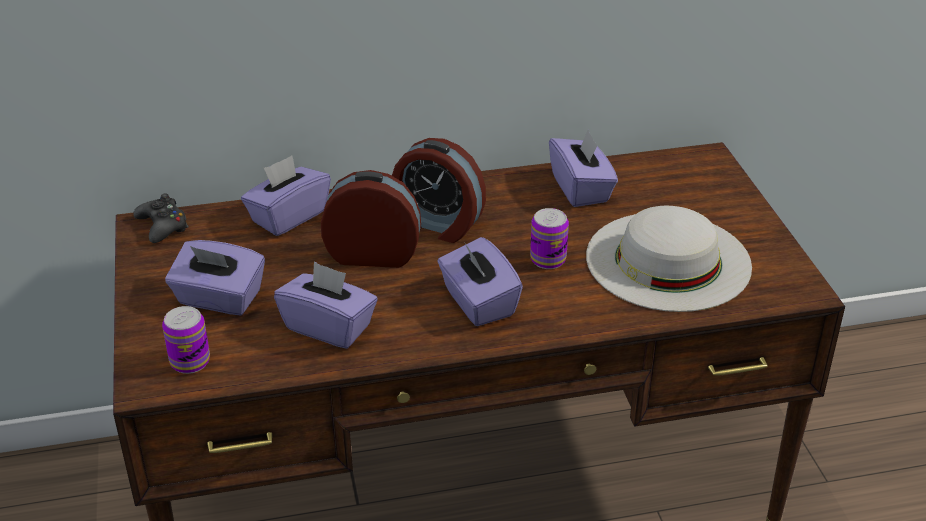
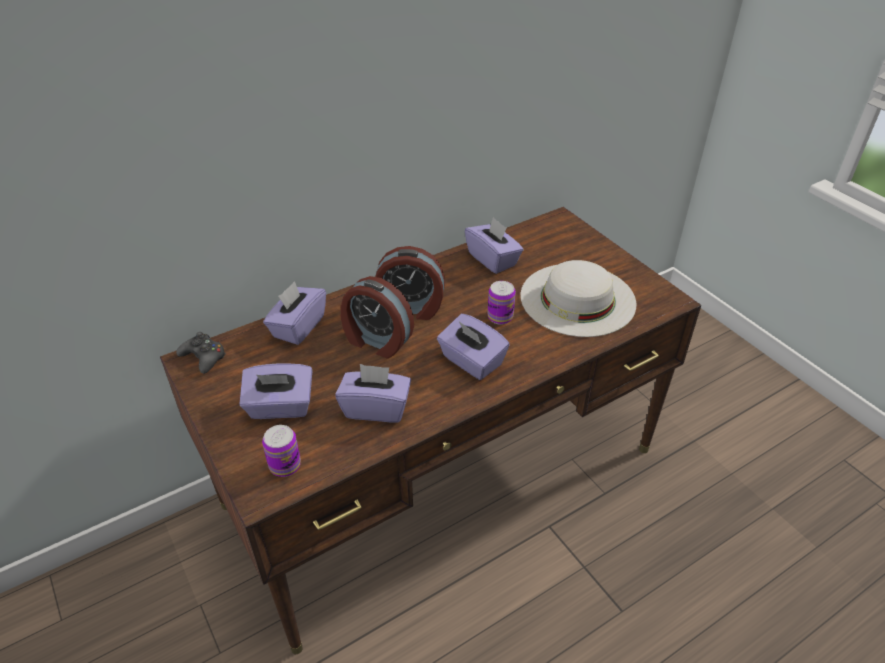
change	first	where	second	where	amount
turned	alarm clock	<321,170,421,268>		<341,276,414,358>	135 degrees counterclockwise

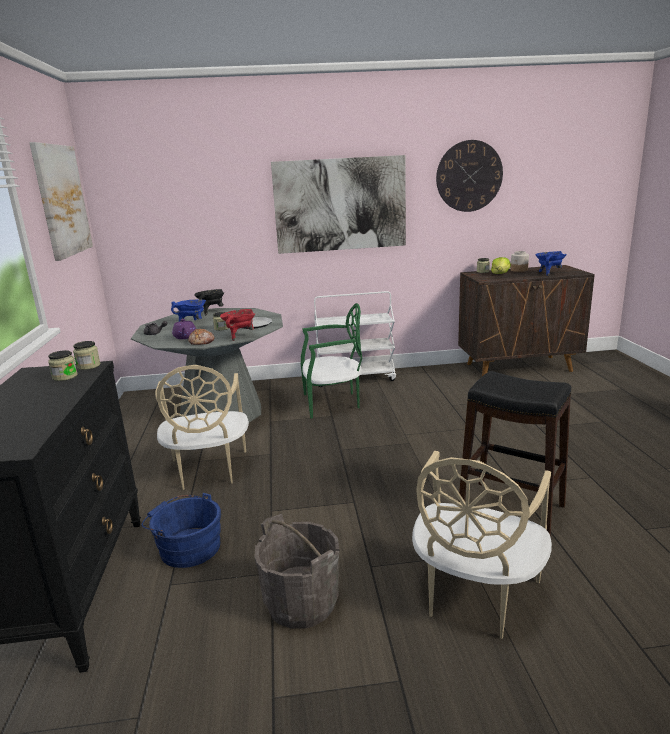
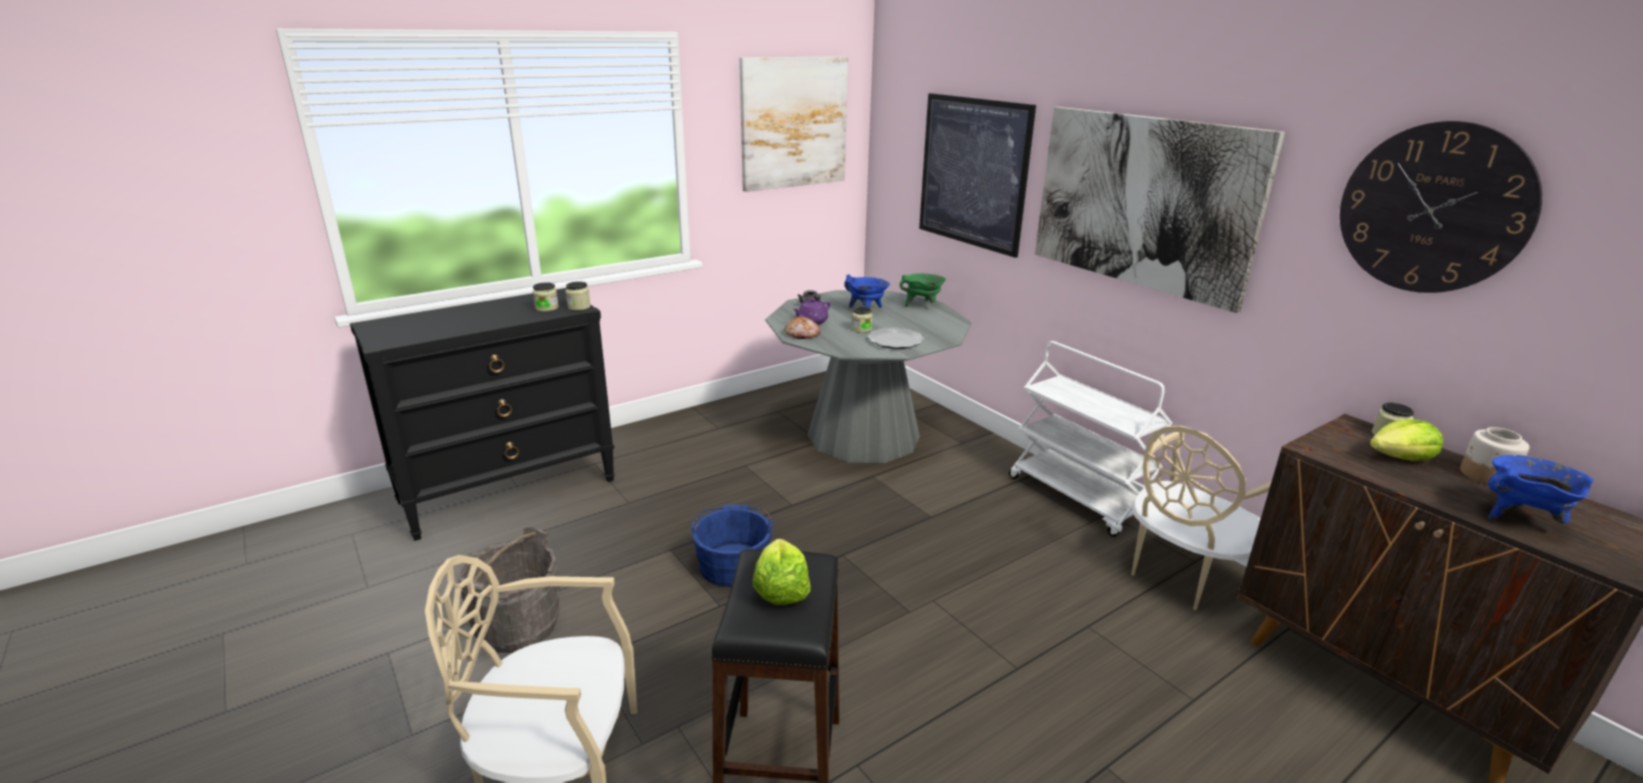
change	first	where	second	where	amount
moved	blue bucket	<142,493,221,568>		<691,505,774,587>	
added			lettuce	<753,539,811,605>	
recoloured	black cooking pot	<194,289,224,316>	green cooking pot	<900,273,946,307>	
added			picture	<919,93,1036,258>	
moved	beige chair	<155,365,249,490>		<1131,426,1272,610>	
removed	red cooking pot	<220,309,255,341>			
removed	green chair	<301,303,362,419>			

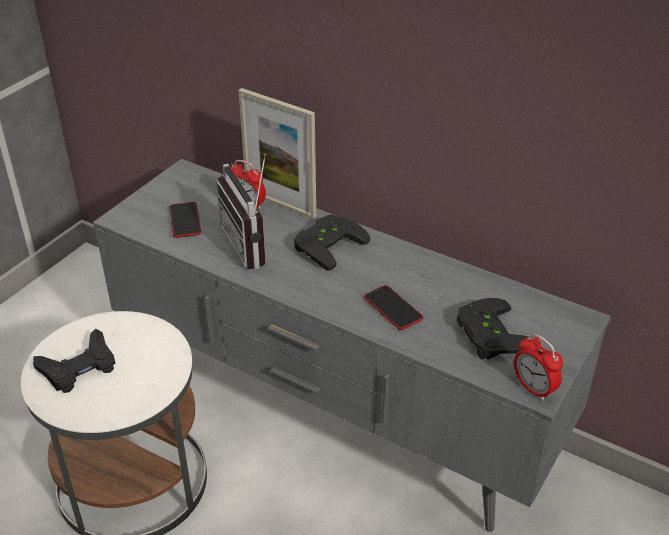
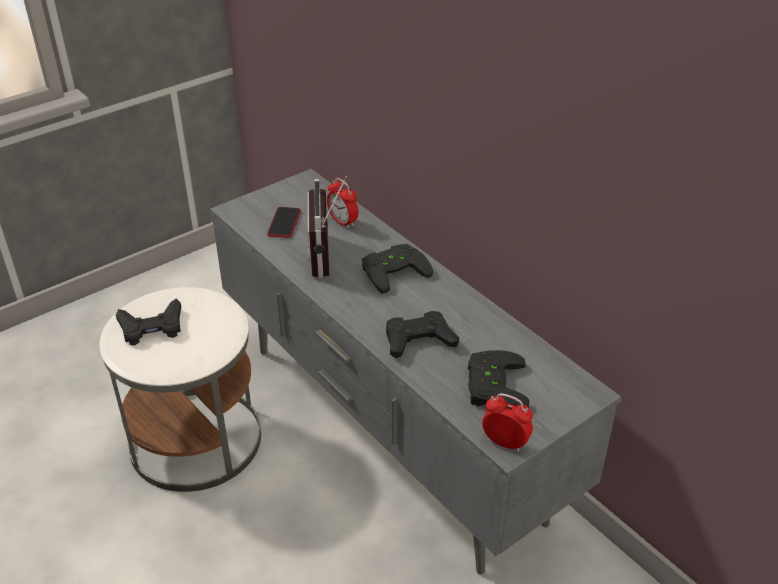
change	first	where	second	where	amount
replaced	phone	<364,285,423,330>	black game controller	<386,311,459,358>	
turned	alarm clock	<514,334,563,401>		<482,393,533,452>	135 degrees clockwise
removed	picture frame	<238,88,316,219>			

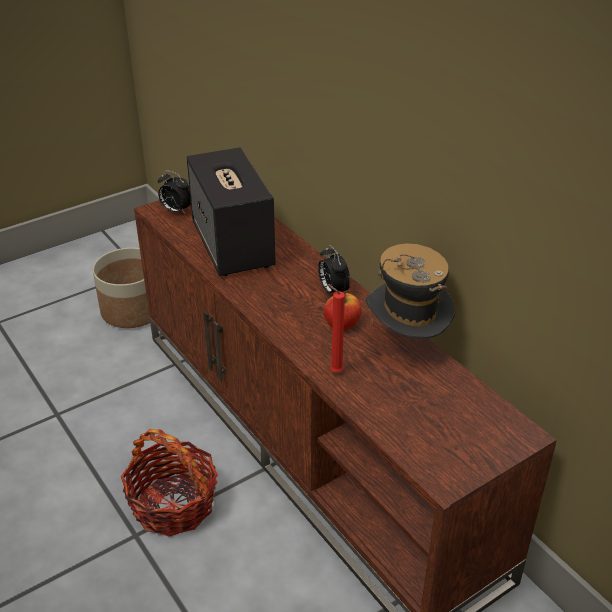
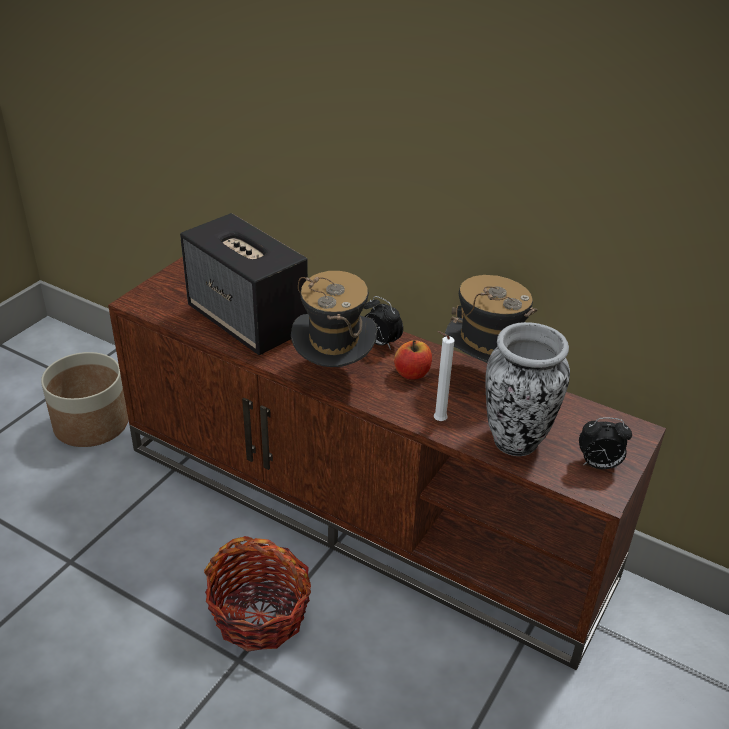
change	first	where	second	where	amount
added			hat	<291,271,377,367>	
recoloured	red candle	<327,284,345,372>	white candle	<434,331,454,421>	
added			vase	<486,322,570,456>	
moved	alarm clock	<158,170,191,214>		<579,417,632,469>	

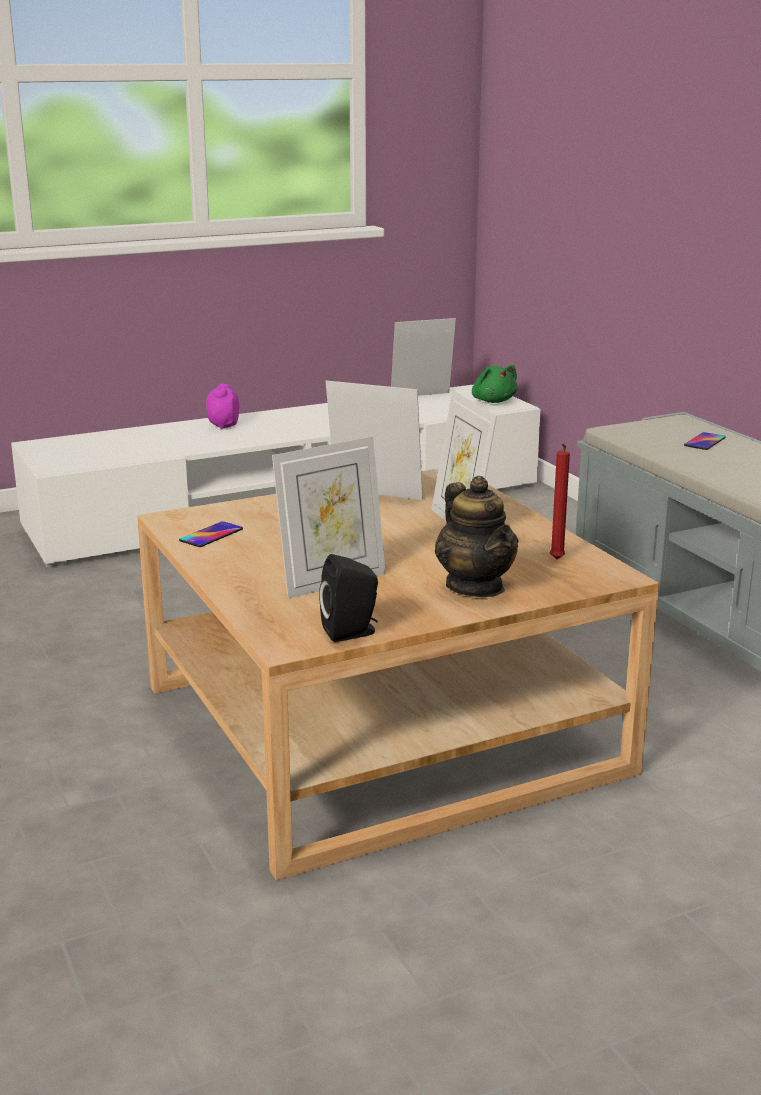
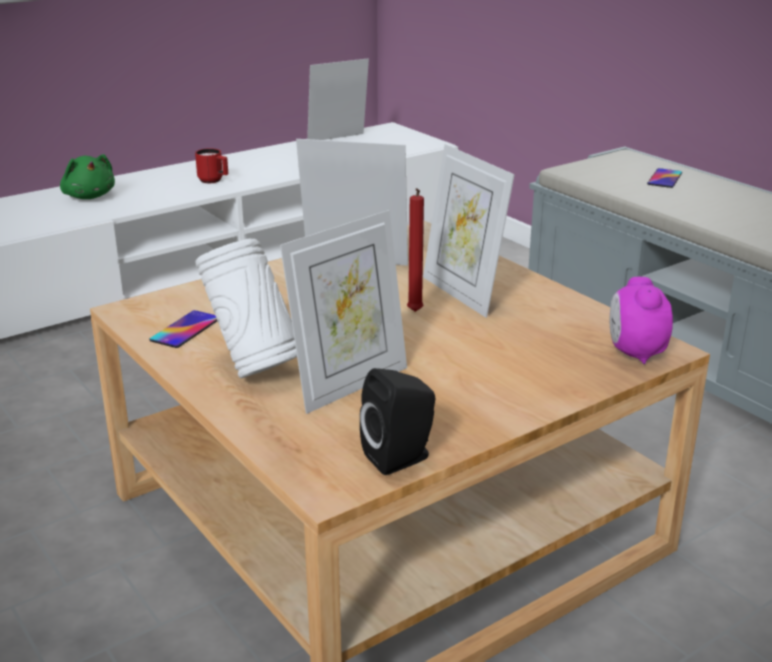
change	first	where	second	where	amount
moved	green plush toy	<472,365,518,403>		<60,154,115,199>	
added			red mug	<195,148,228,183>	
added			white vase	<195,239,297,378>	
moved	red candle	<550,443,570,559>		<407,188,424,312>	
moved	alarm clock	<206,384,239,430>		<609,277,673,364>	
removed	teapot	<435,476,518,597>			

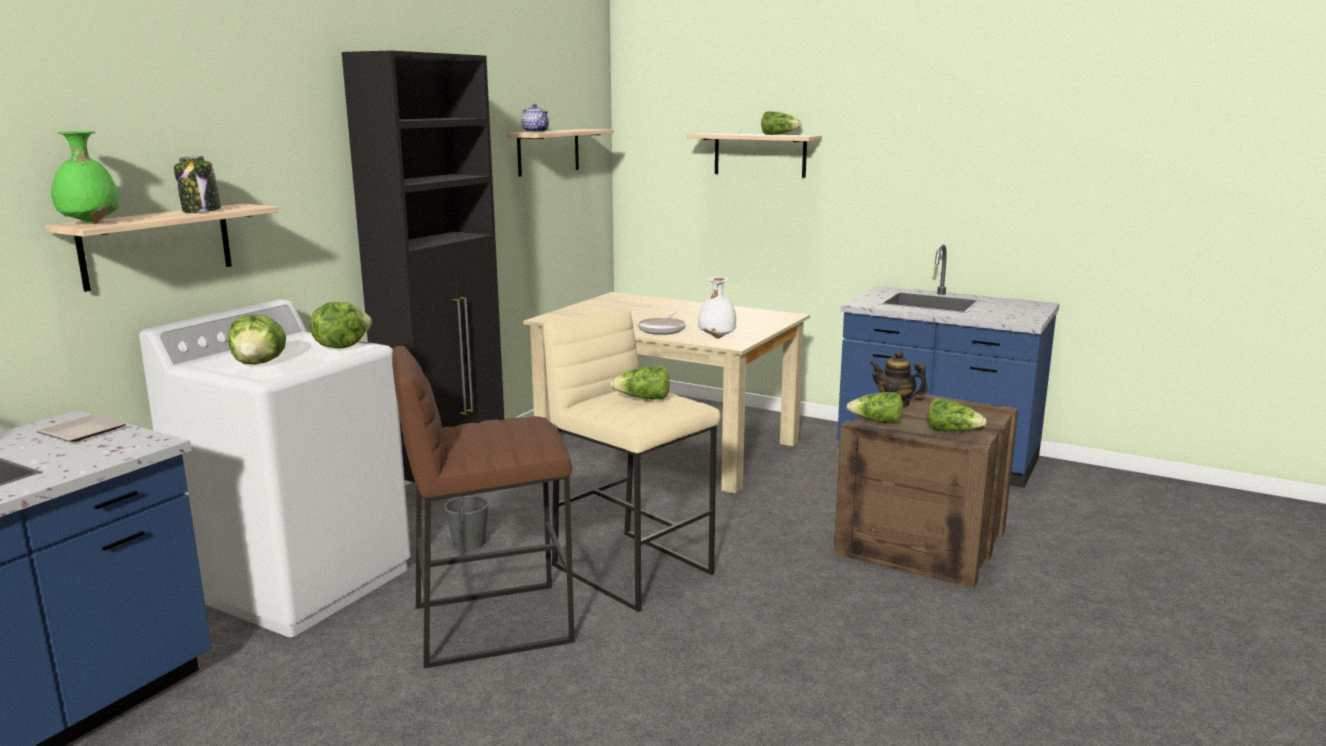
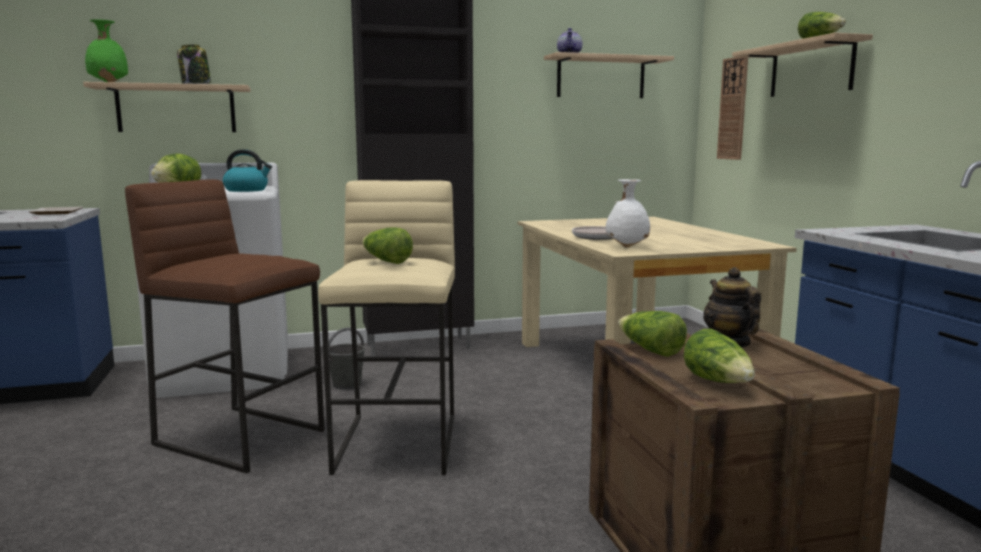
change	first	where	second	where	amount
replaced	lettuce	<310,302,372,349>	kettle	<223,149,272,192>	
added			wall clock	<717,57,748,160>	

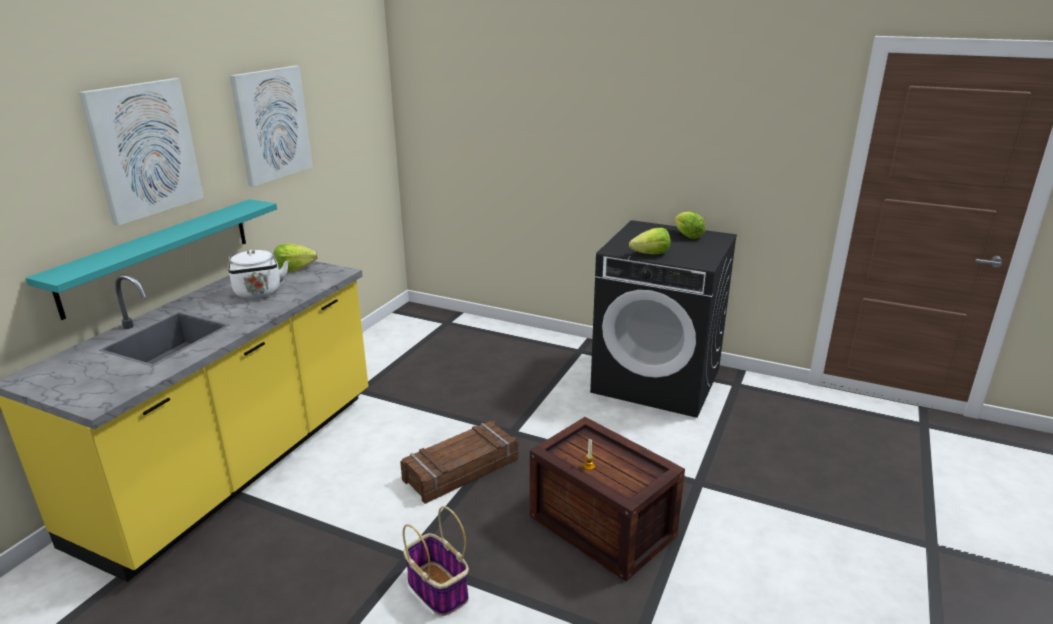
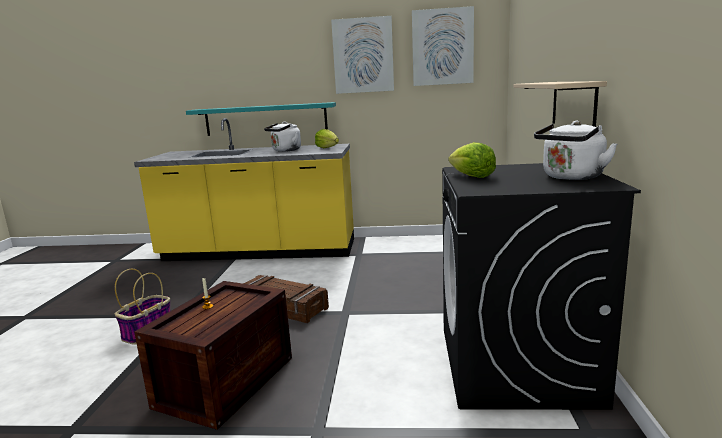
change	first	where	second	where	amount
moved	picture	<78,78,204,226>		<412,6,474,86>	
added			beige shelf	<514,81,607,127>	
replaced	lettuce	<674,212,705,239>	white kettle	<534,121,617,180>	

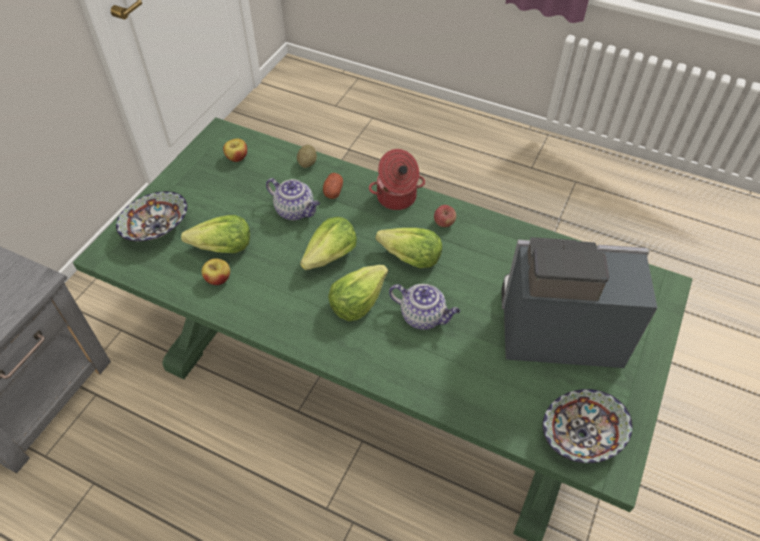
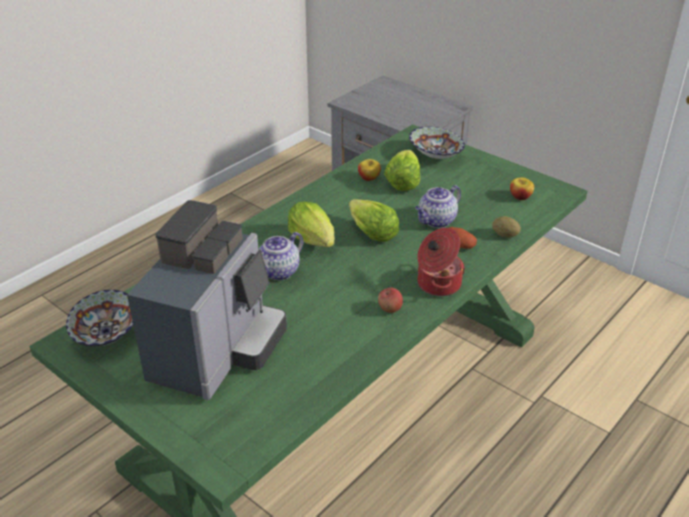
change	first	where	second	where	amount
removed	lettuce	<375,228,442,268>			

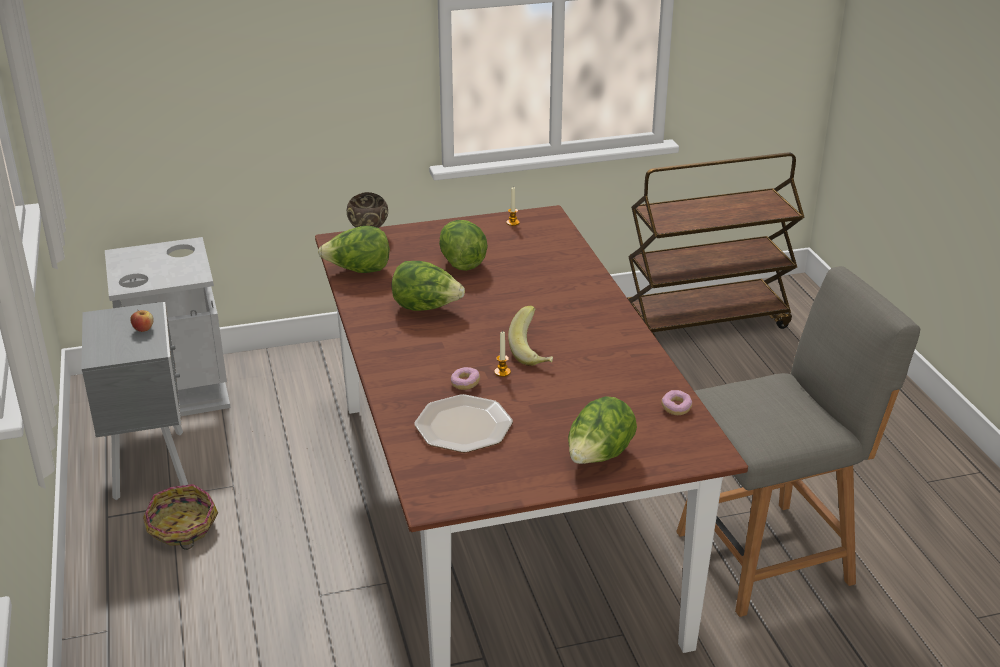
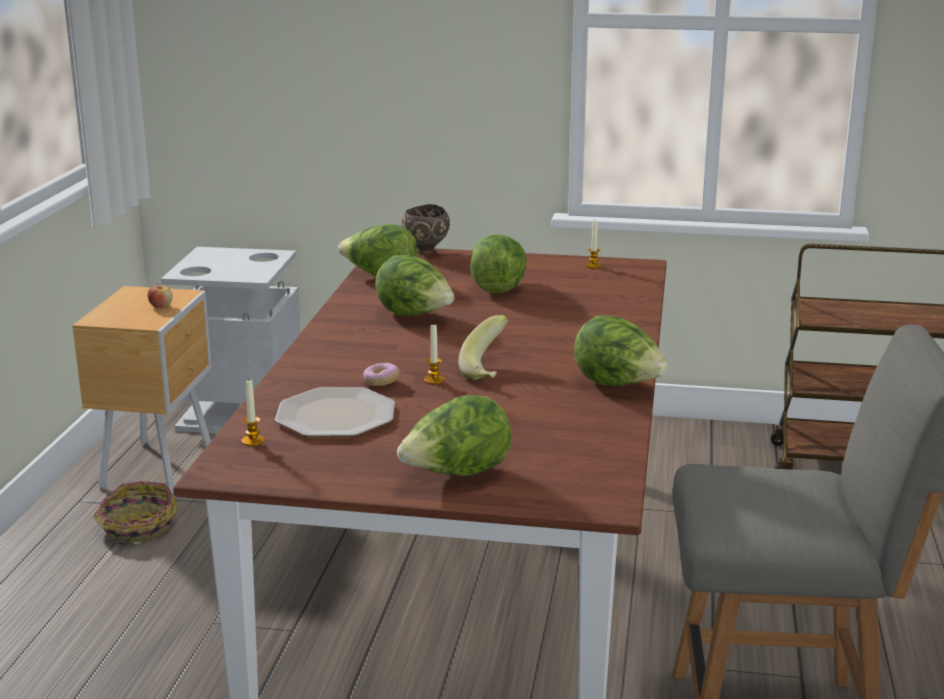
change	first	where	second	where	amount
recoloured	grey nightstand	<82,302,188,500>	brown nightstand	<72,286,212,494>	
added			candle	<241,380,265,446>	
added			lettuce	<574,315,668,386>	
removed	donut	<661,390,692,415>			

